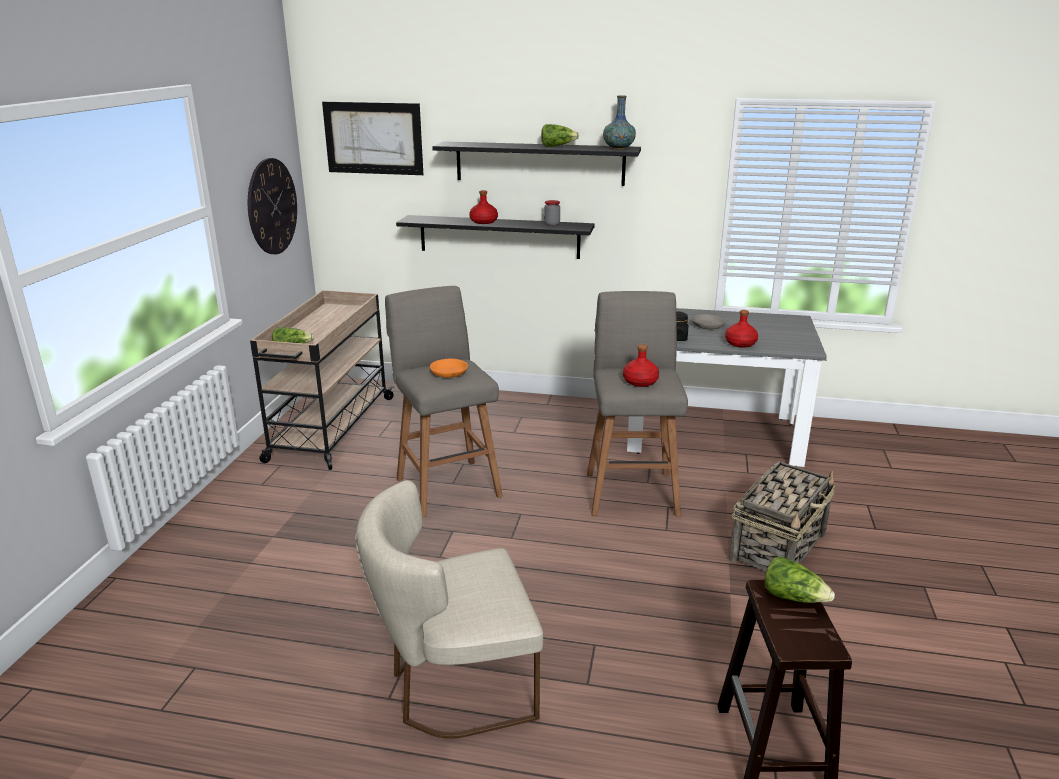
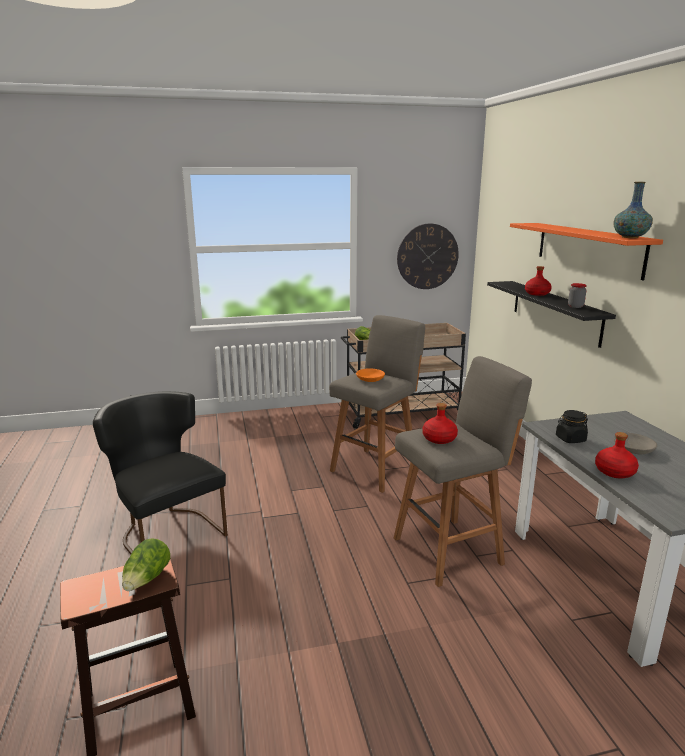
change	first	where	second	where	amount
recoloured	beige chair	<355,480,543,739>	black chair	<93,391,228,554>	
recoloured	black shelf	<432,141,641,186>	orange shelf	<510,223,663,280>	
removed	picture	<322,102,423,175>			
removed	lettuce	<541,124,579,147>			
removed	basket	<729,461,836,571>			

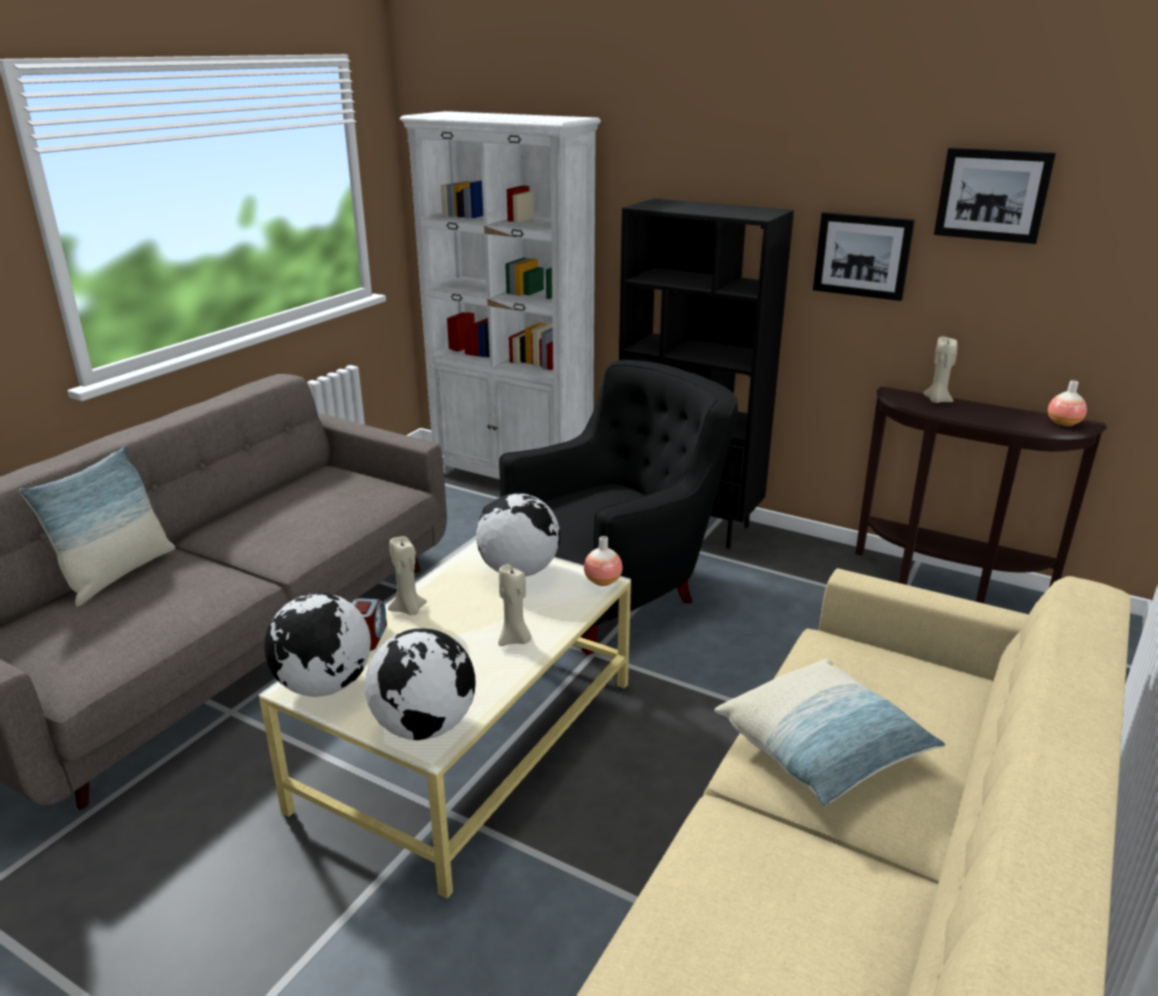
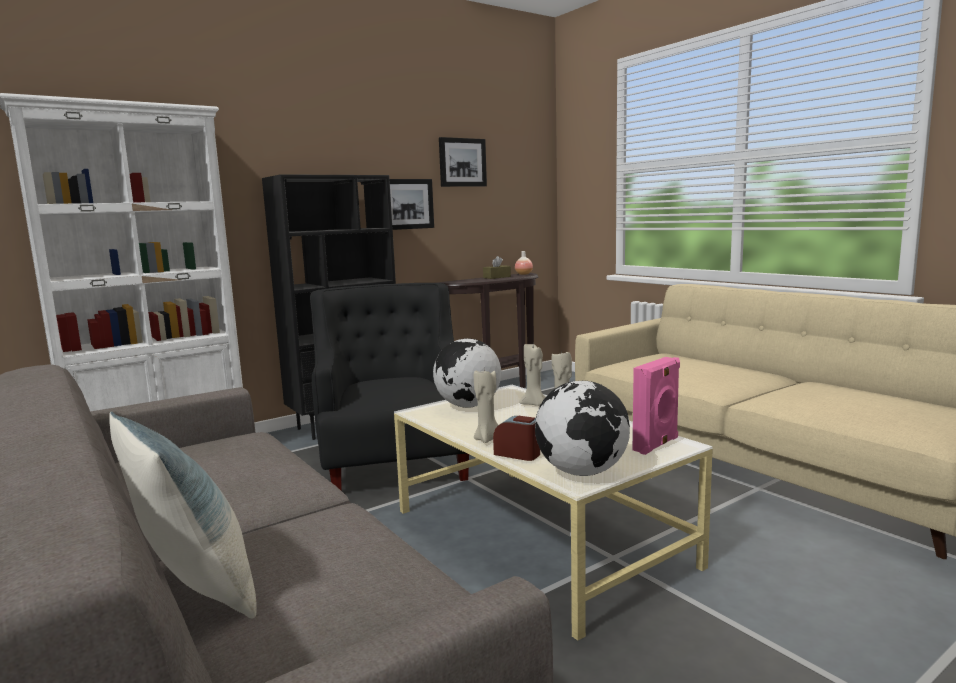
change	first	where	second	where	amount
added			brown tissue box	<483,256,511,279>	
moved	beige candle	<923,336,957,403>		<520,344,546,406>	
replaced	globe	<365,628,476,740>	pink speaker	<633,357,680,455>	
removed	vase	<584,536,623,586>			
removed	pillow	<714,659,945,806>			

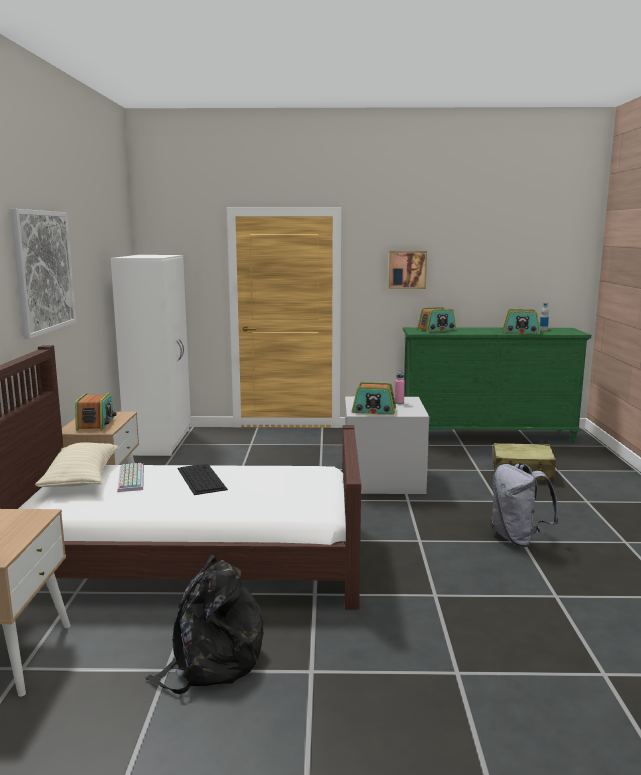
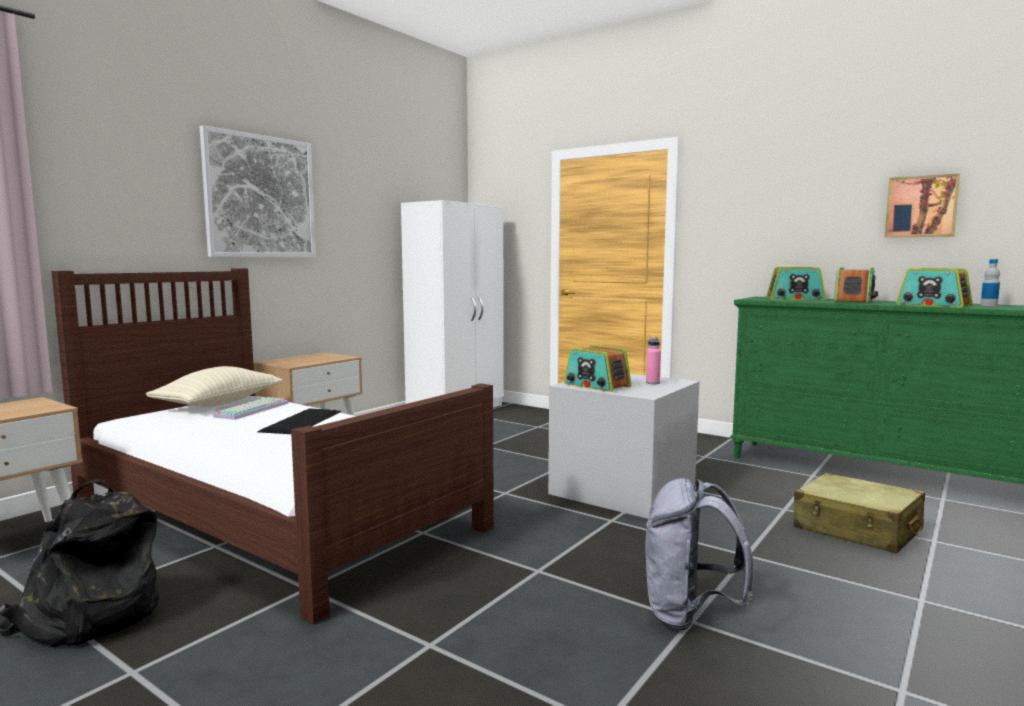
change	first	where	second	where	amount
moved	radio	<75,393,116,431>		<834,267,878,304>	
moved	picture	<388,251,427,289>		<885,174,960,238>	

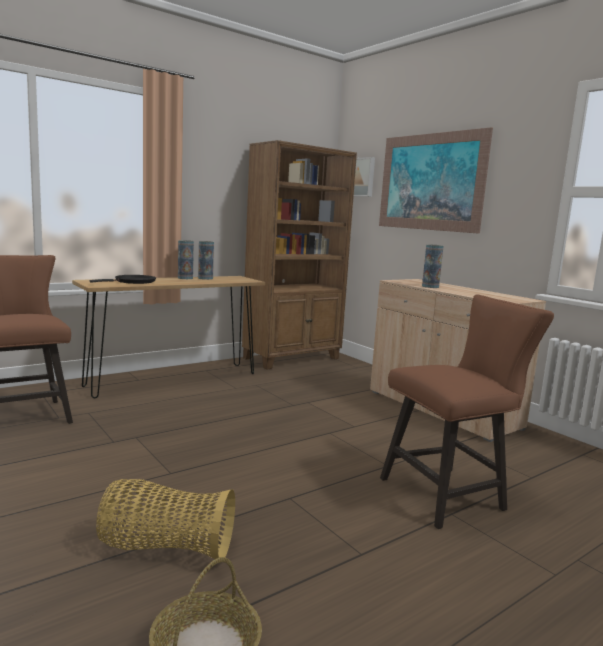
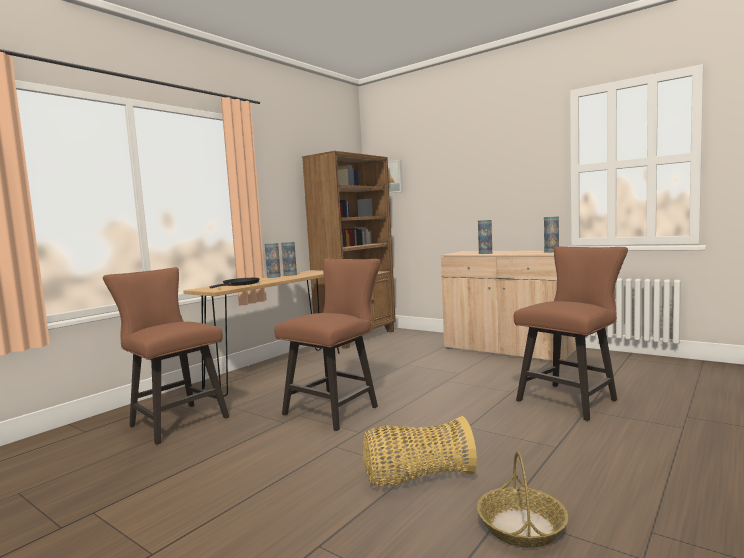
change	first	where	second	where	amount
added			brown chair	<274,259,381,431>	
added			vase	<544,216,559,253>	
removed	picture	<379,127,493,234>			

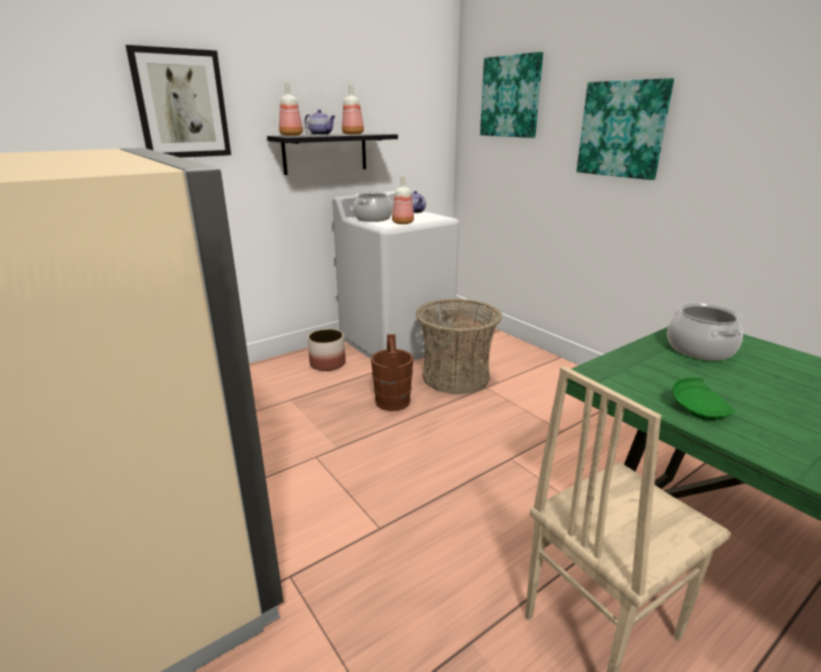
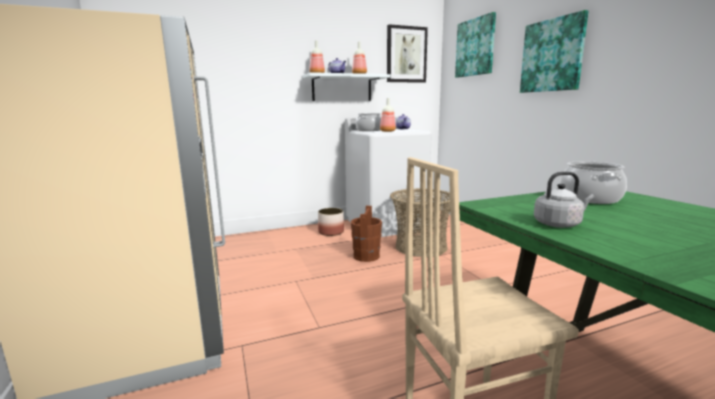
change	first	where	second	where	amount
recoloured	black shelf	<267,133,398,175>	white shelf	<302,72,391,101>	
moved	picture	<126,45,231,158>		<387,24,428,83>	
replaced	green plate	<673,377,735,420>	grey kettle	<534,172,594,228>	

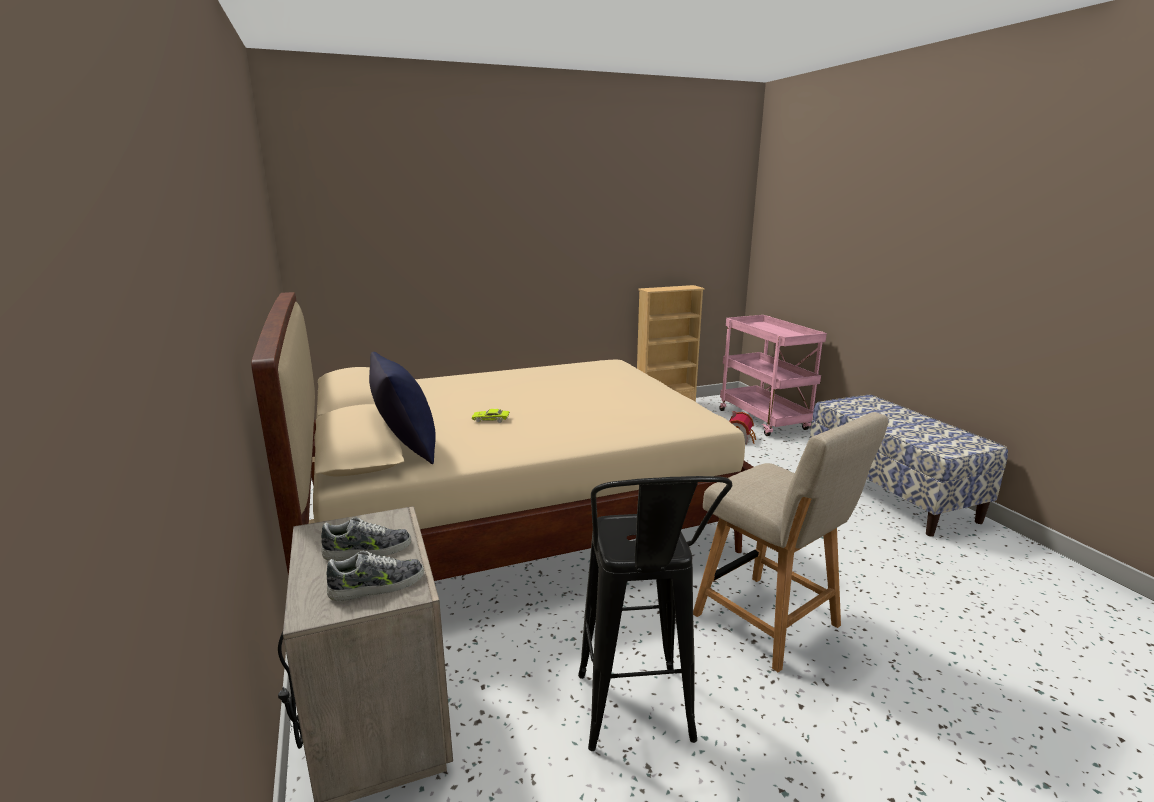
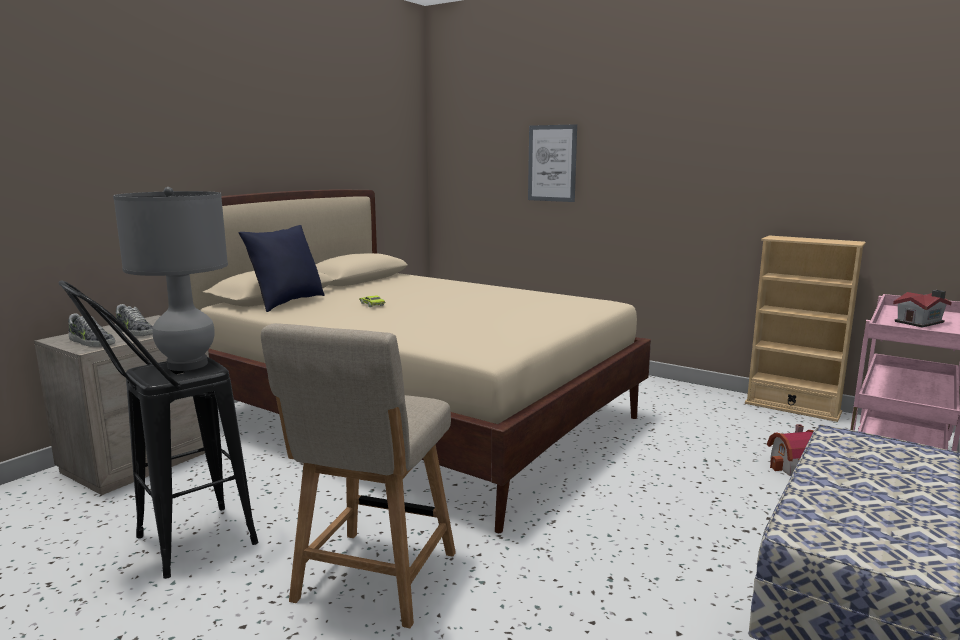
change	first	where	second	where	amount
added			grey table lamp	<113,187,228,371>	
added			picture	<528,124,577,202>	
added			toy house	<893,290,952,328>	

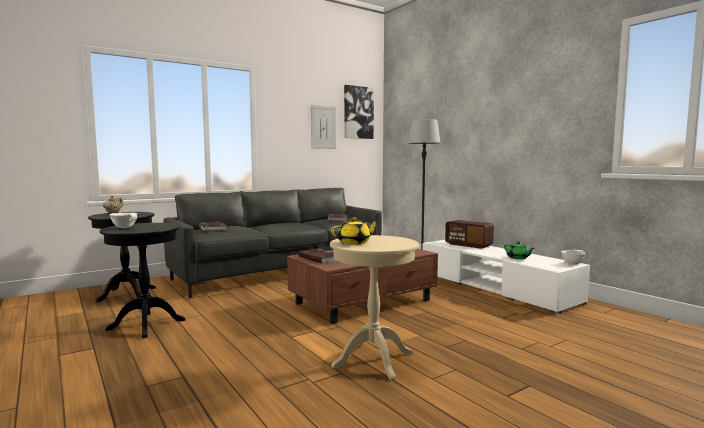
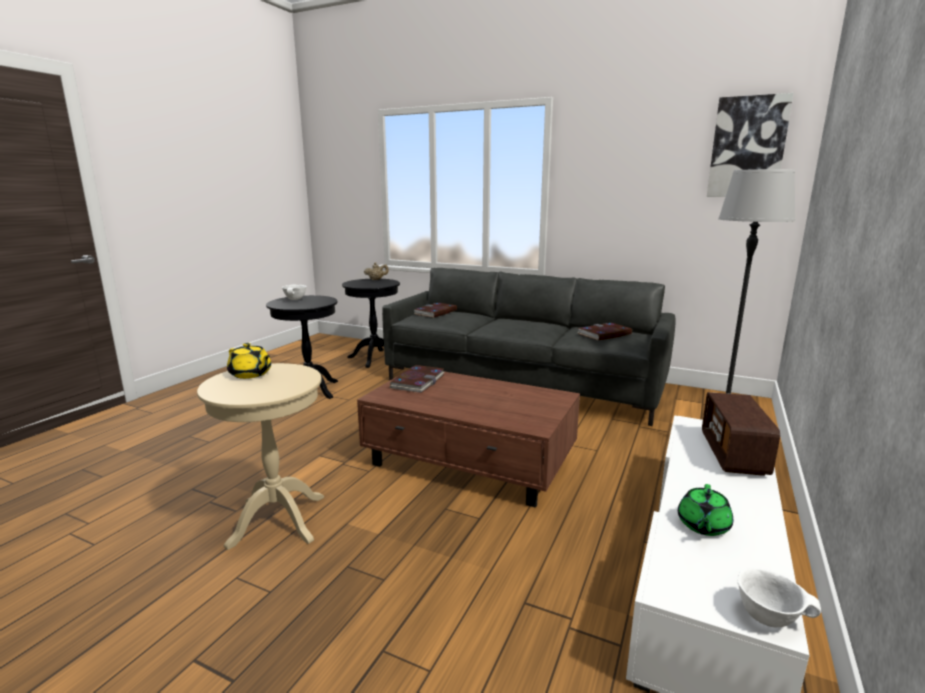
change	first	where	second	where	amount
removed	picture	<311,105,336,149>			

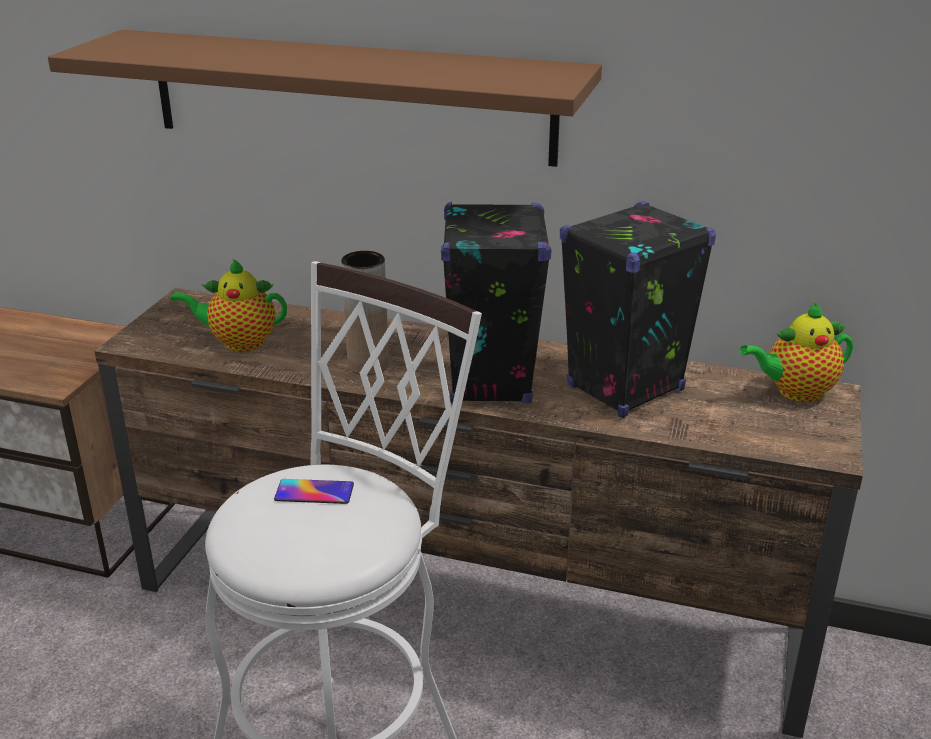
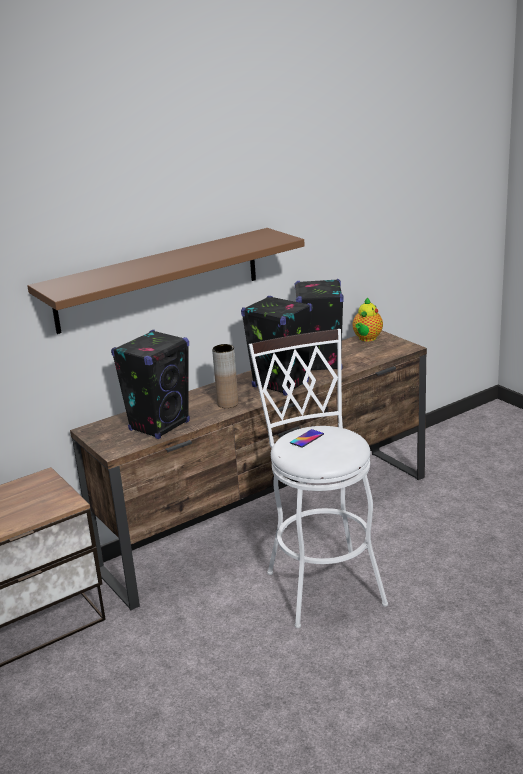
change	first	where	second	where	amount
replaced	teapot	<170,258,287,352>	black speaker	<111,330,190,439>	

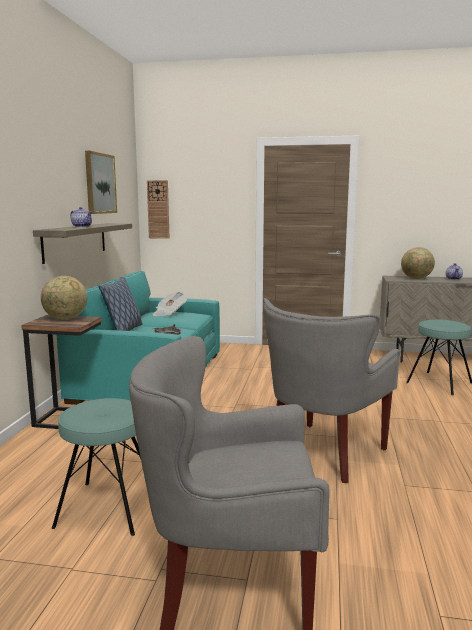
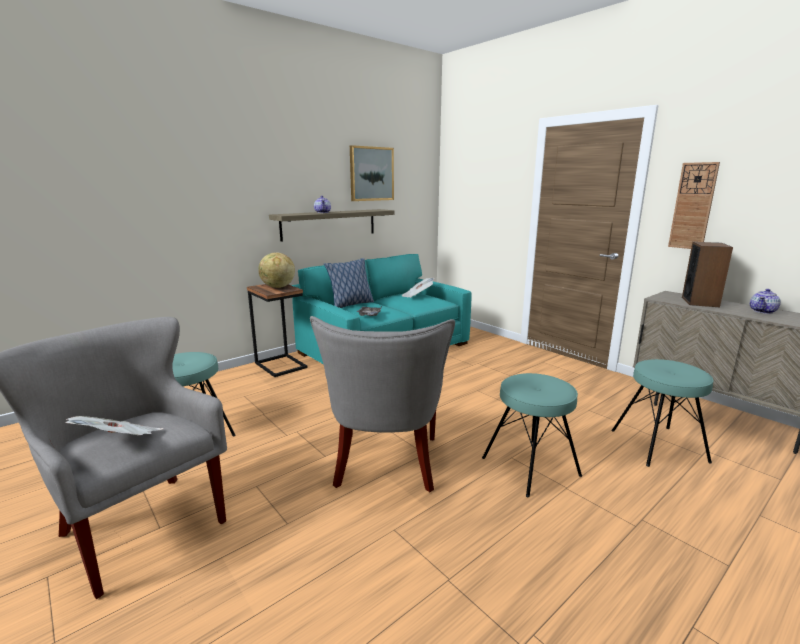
change	first	where	second	where	amount
added			newspaper	<65,416,163,435>	
turned	grey armchair	<263,298,400,483>		<310,316,455,492>	75 degrees counterclockwise
added			turquoise stool	<482,373,582,497>	
moved	wall clock	<147,180,169,239>		<668,162,720,249>	
replaced	globe	<401,247,435,279>	speaker	<682,242,733,307>	

